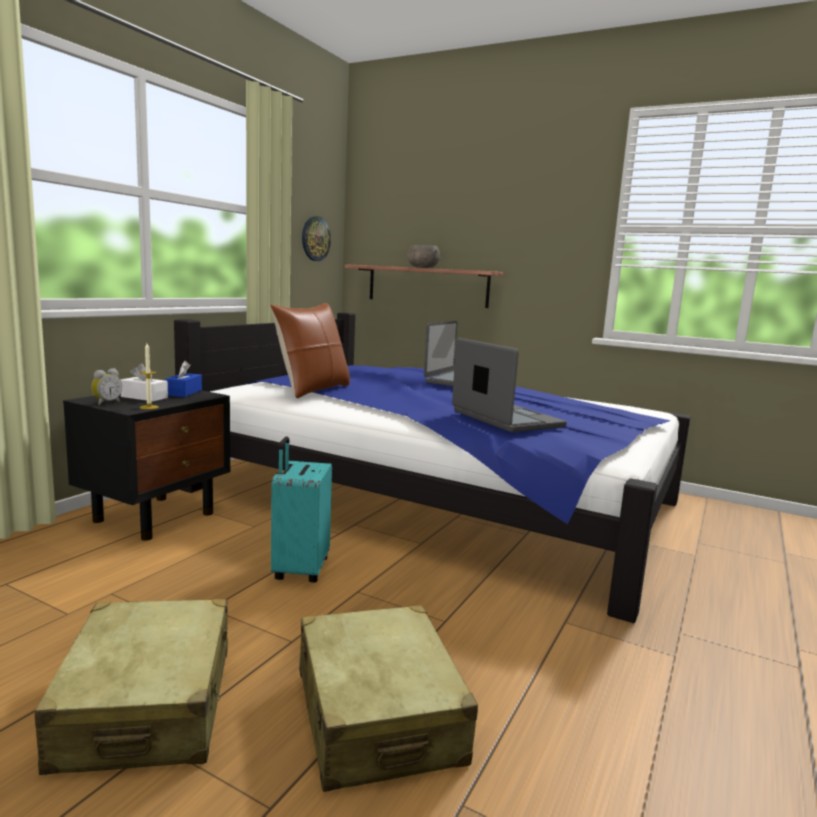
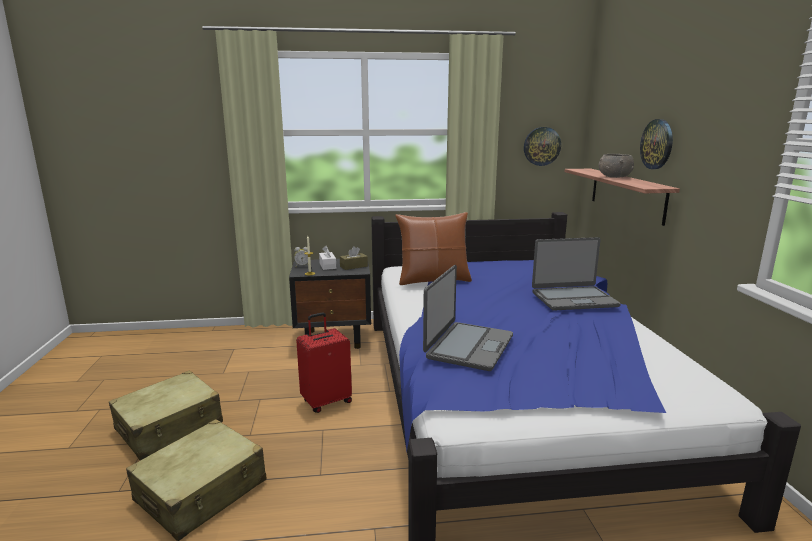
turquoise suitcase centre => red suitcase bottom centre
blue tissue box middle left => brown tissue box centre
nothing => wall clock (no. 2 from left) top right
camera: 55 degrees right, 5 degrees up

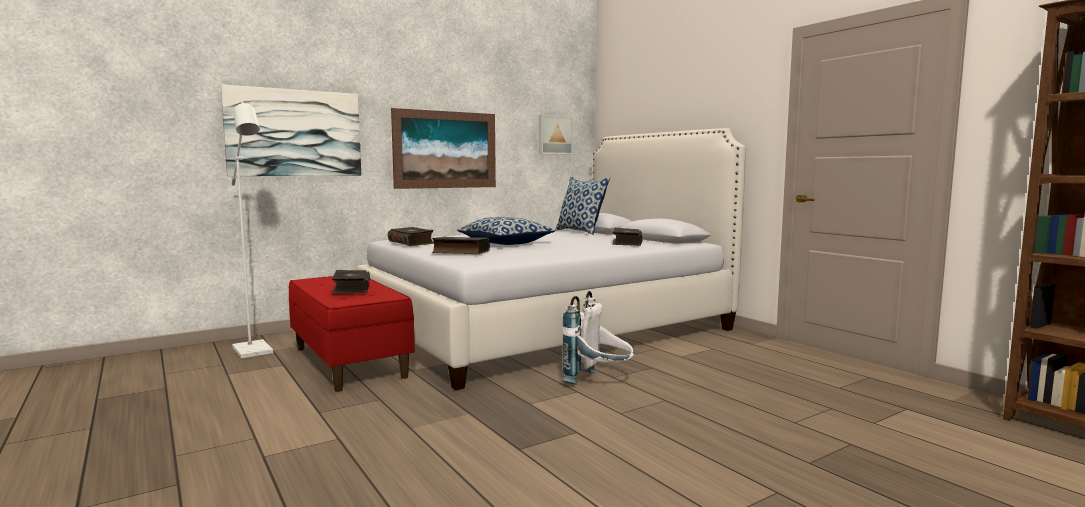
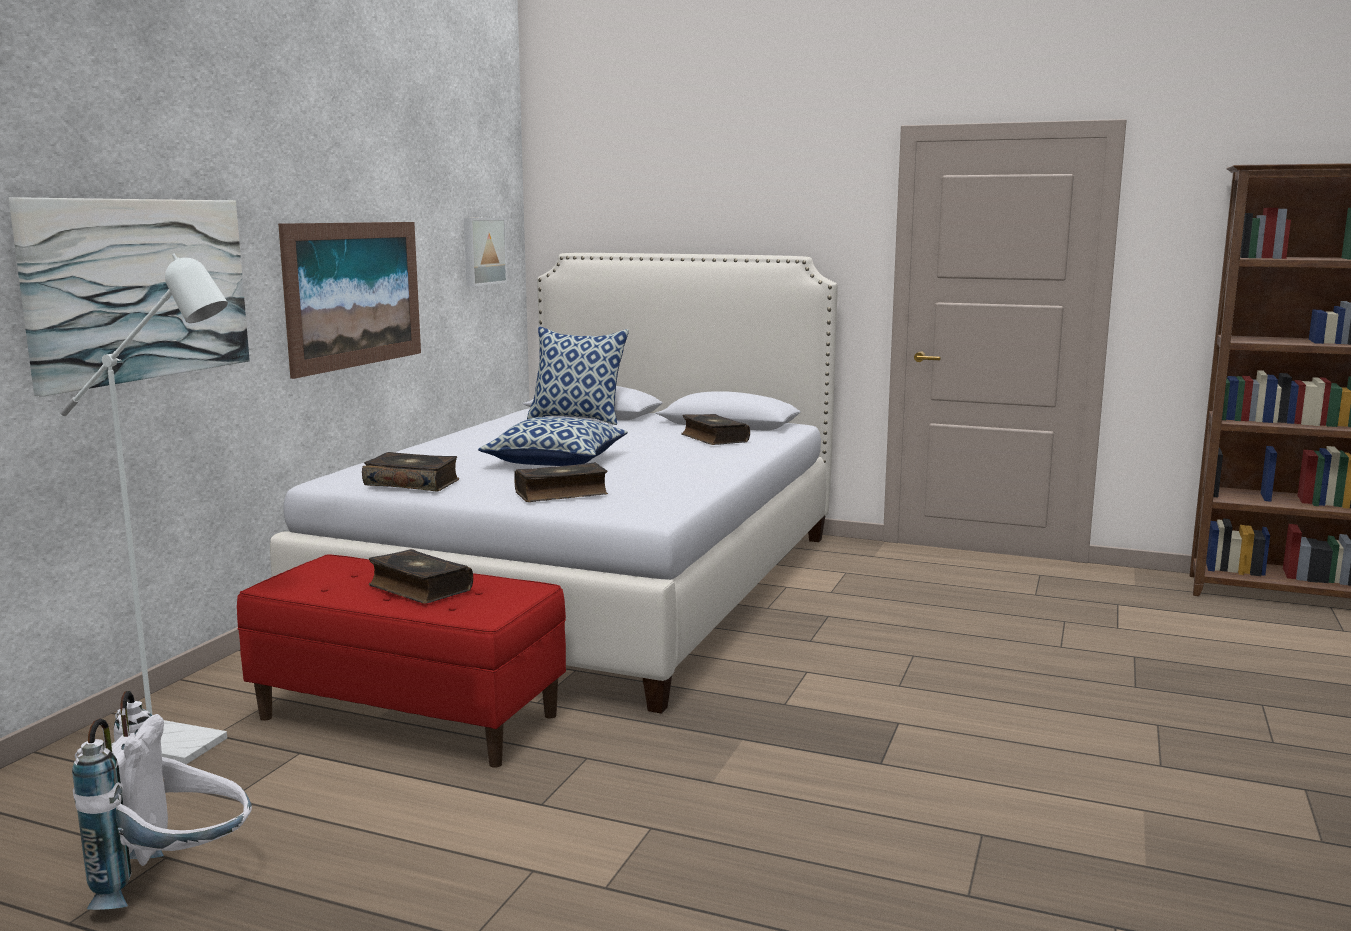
white backpack bottom centre => white backpack bottom left, shifted
camera: 35 degrees left, 5 degrees up

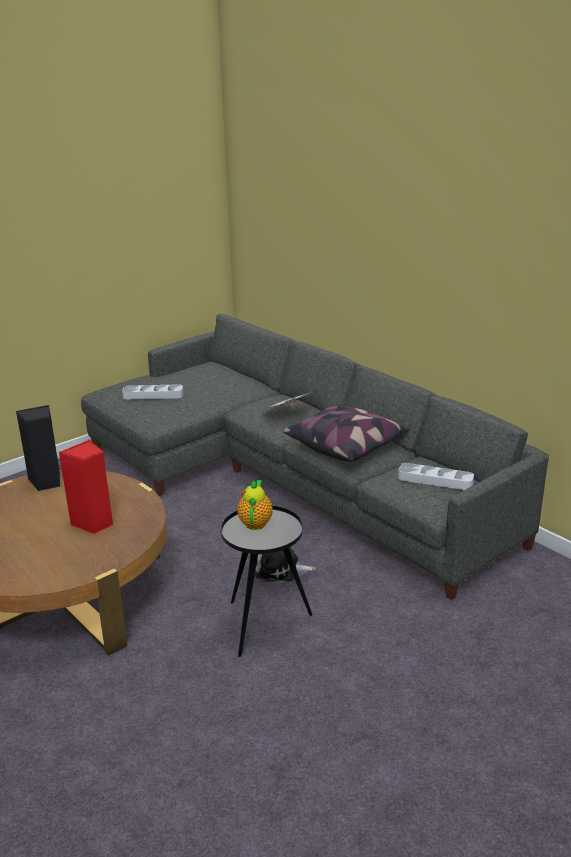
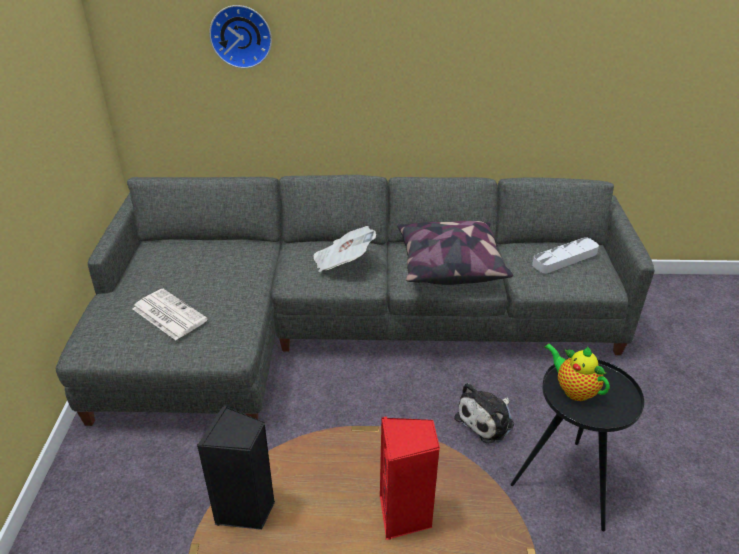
grey tray (no. 1 from left) middle left => newspaper (no. 1 from left) middle left
nothing => wall clock top left
camera: 50 degrees left, 10 degrees up

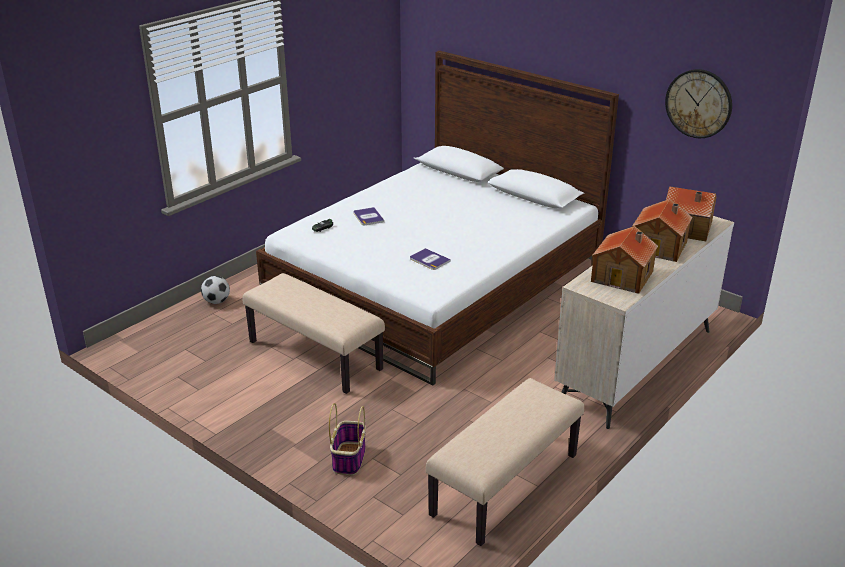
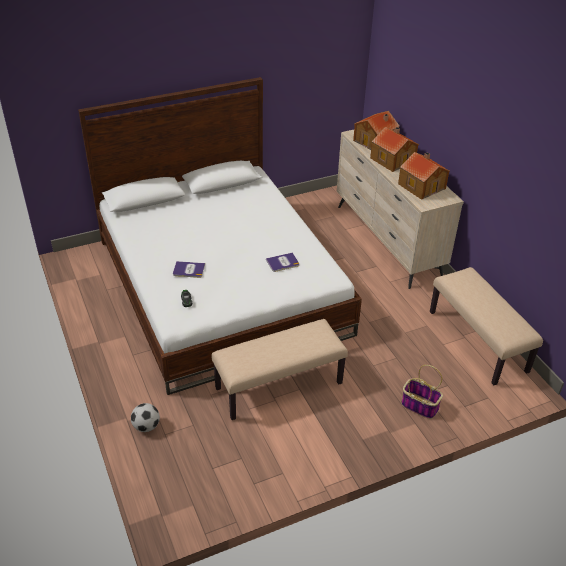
wall clock top right => nothing
camera: 65 degrees left, 10 degrees up

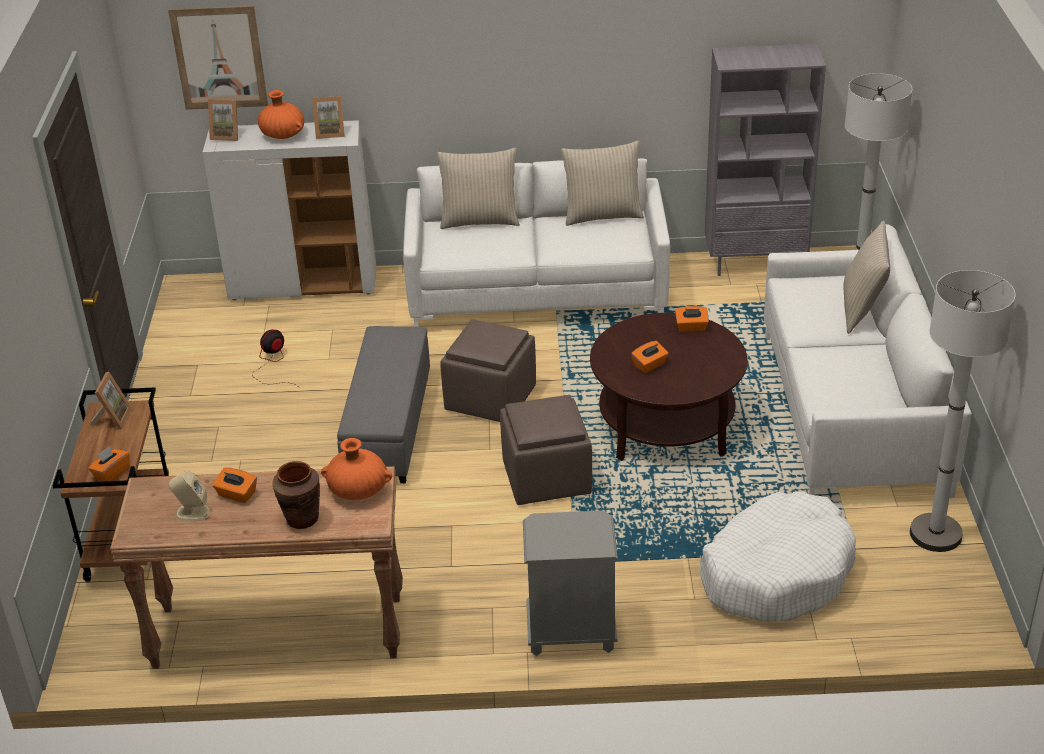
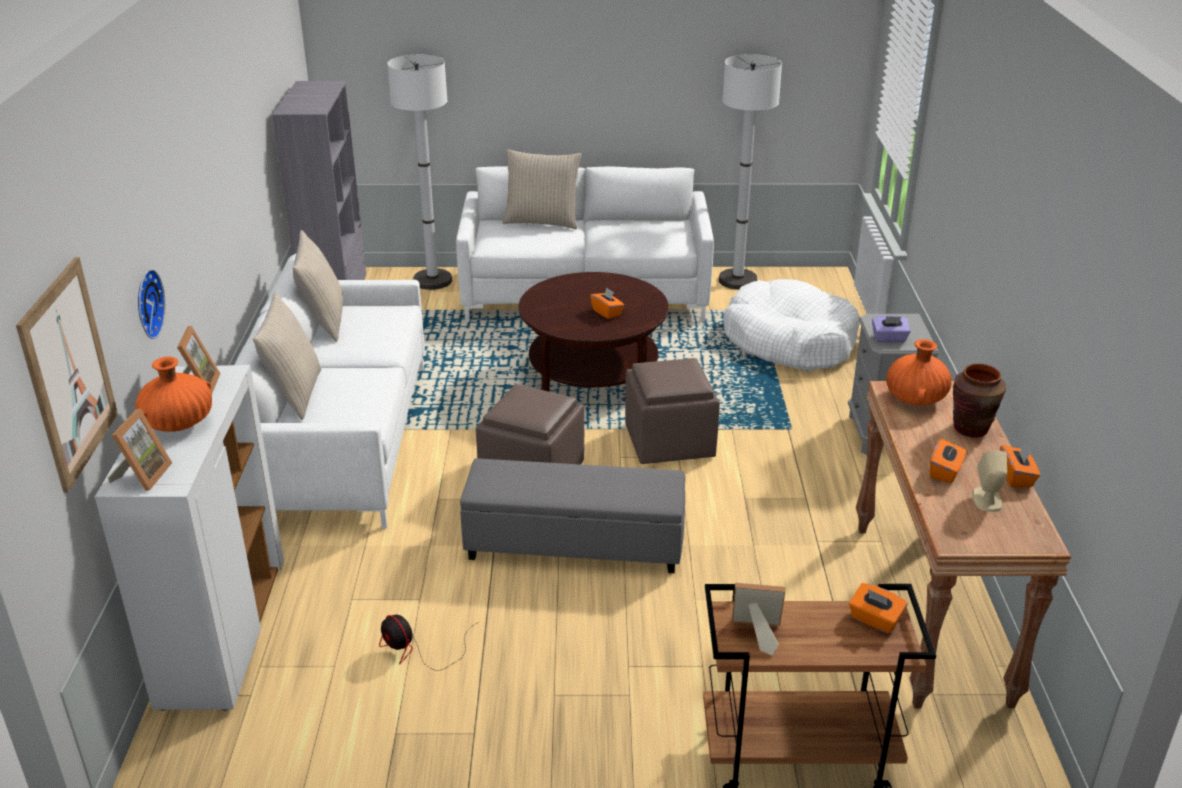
nothing => wall clock middle left
nothing => purple tissue box middle right
orange tissue box (no. 4 from left) centre => orange tissue box (no. 4 from left) middle right, shifted
camera: 90 degrees left, 5 degrees down

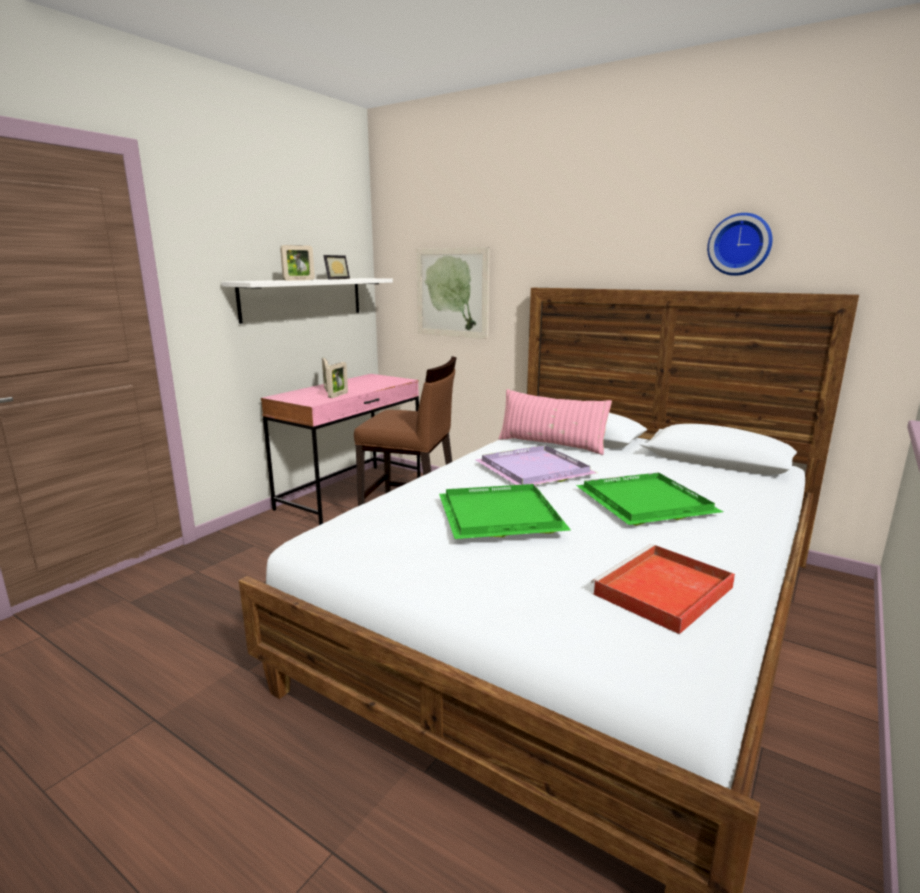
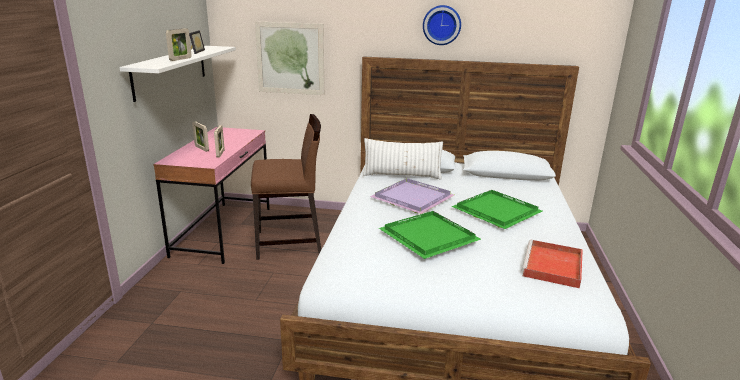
pink pillow centre => white pillow centre
wall clock top right => wall clock top centre, shifted
camera: 25 degrees left, 5 degrees up

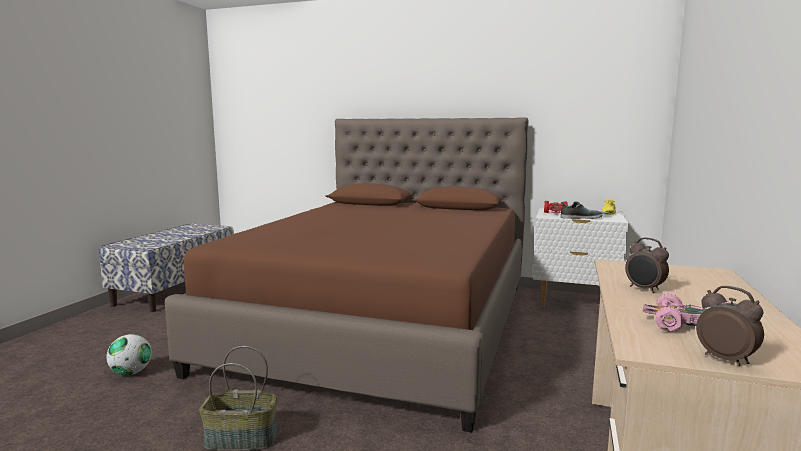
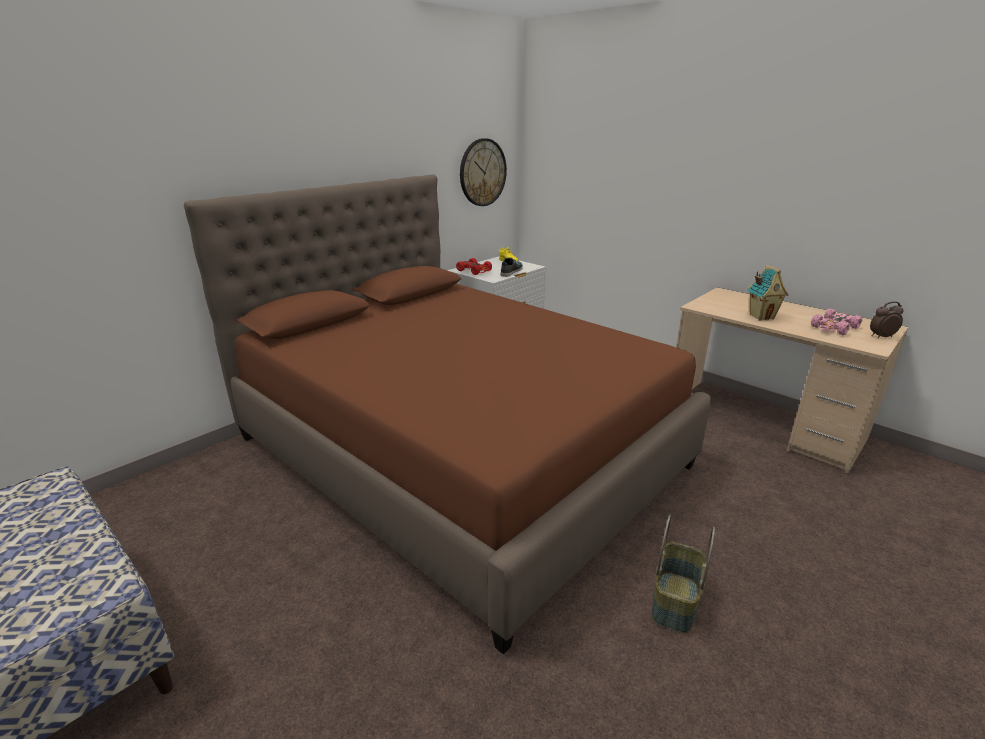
nothing => wall clock top centre
alarm clock (no. 1 from left) middle right => toy house middle right
football bottom left => nothing
camera: 65 degrees left, 15 degrees up

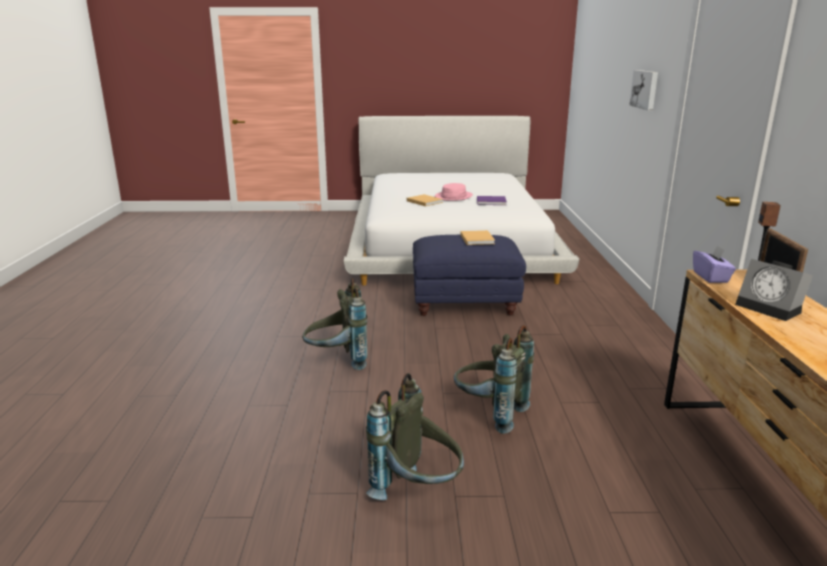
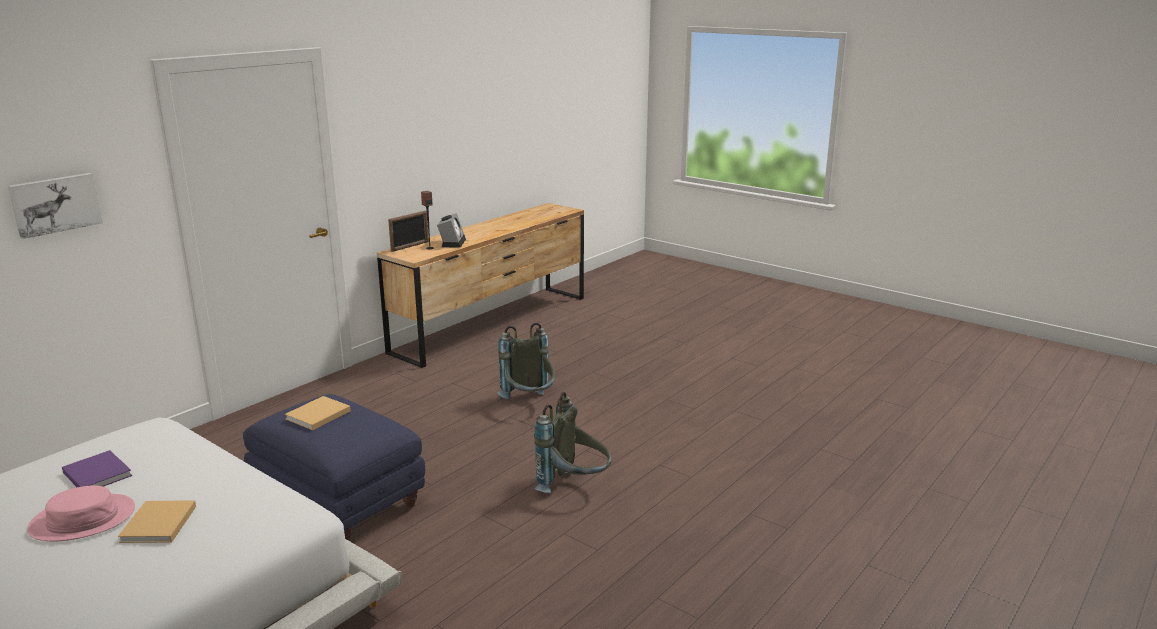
grey backpack (no. 2 from left) bottom centre => nothing
purple tissue box middle right => nothing
camera: 140 degrees left, 0 degrees up

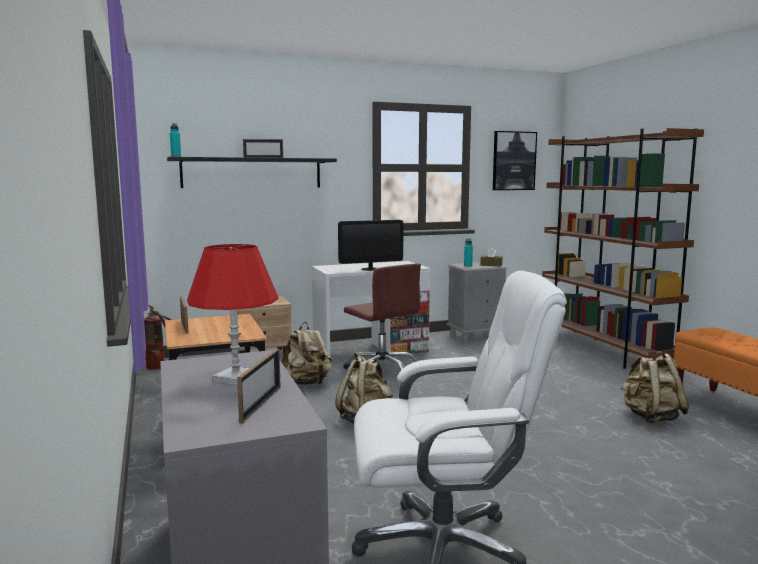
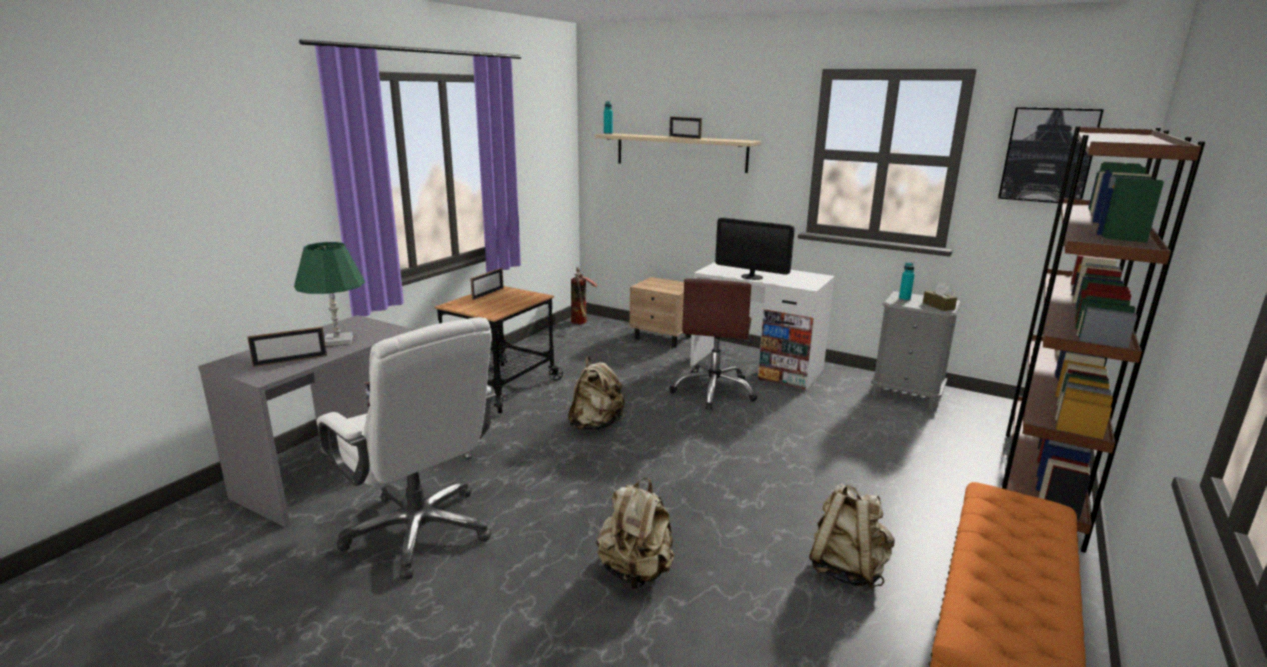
red table lamp middle left => green table lamp middle left
black shelf top left => beige shelf top centre
beige backpack (no. 1 from left in the first image) centre => beige backpack (no. 2 from left) bottom centre, shifted
camera: 50 degrees right, 10 degrees up

